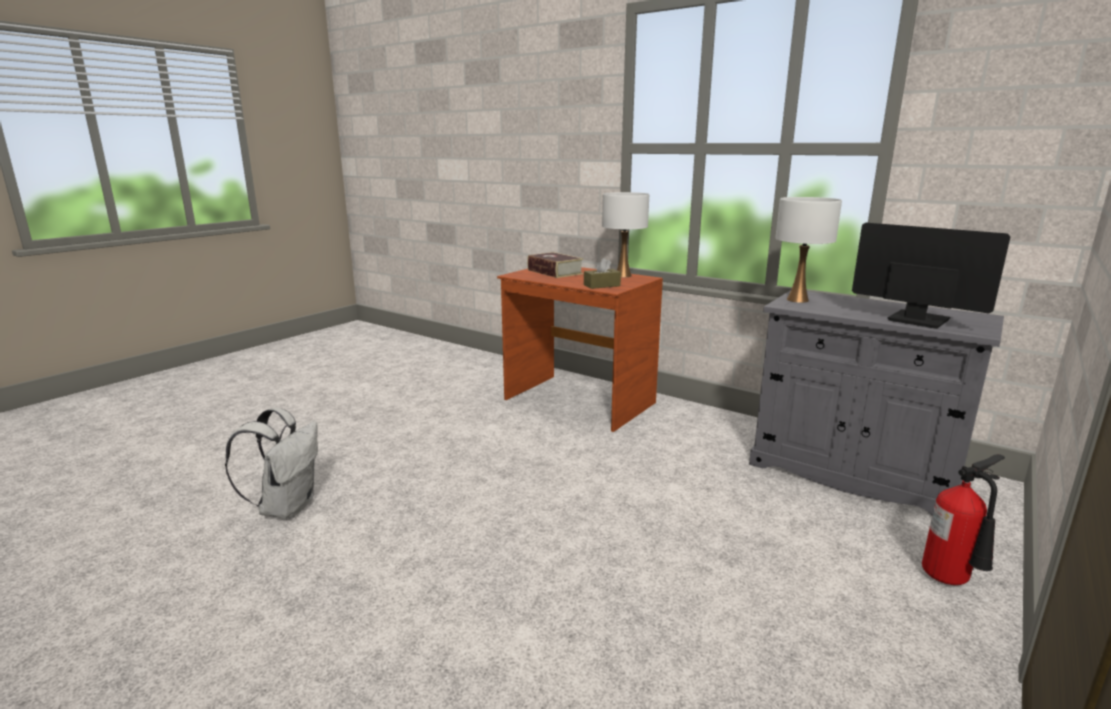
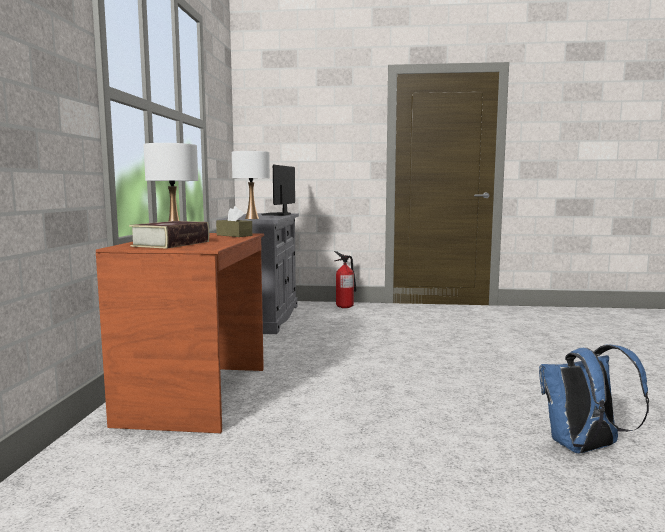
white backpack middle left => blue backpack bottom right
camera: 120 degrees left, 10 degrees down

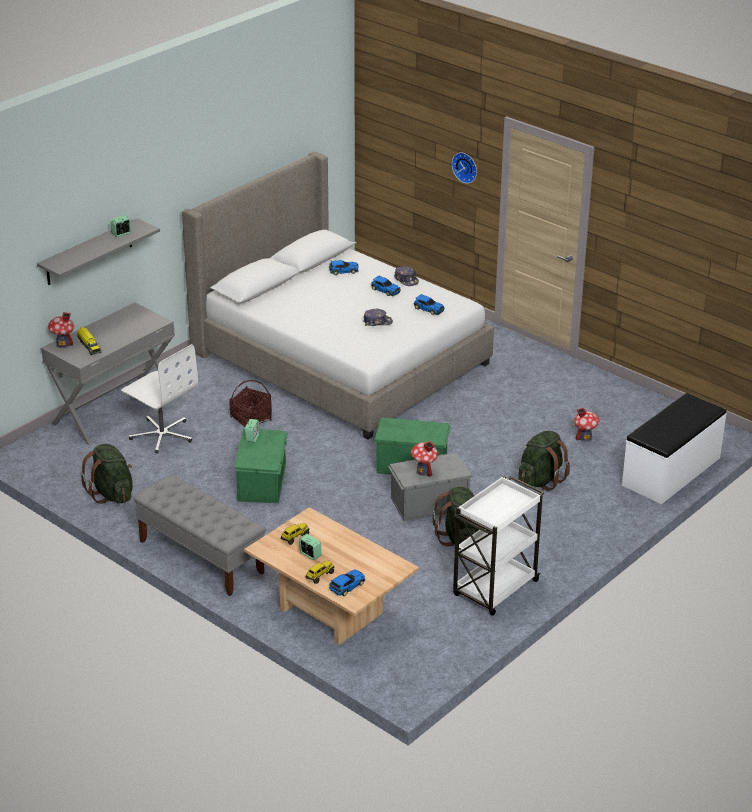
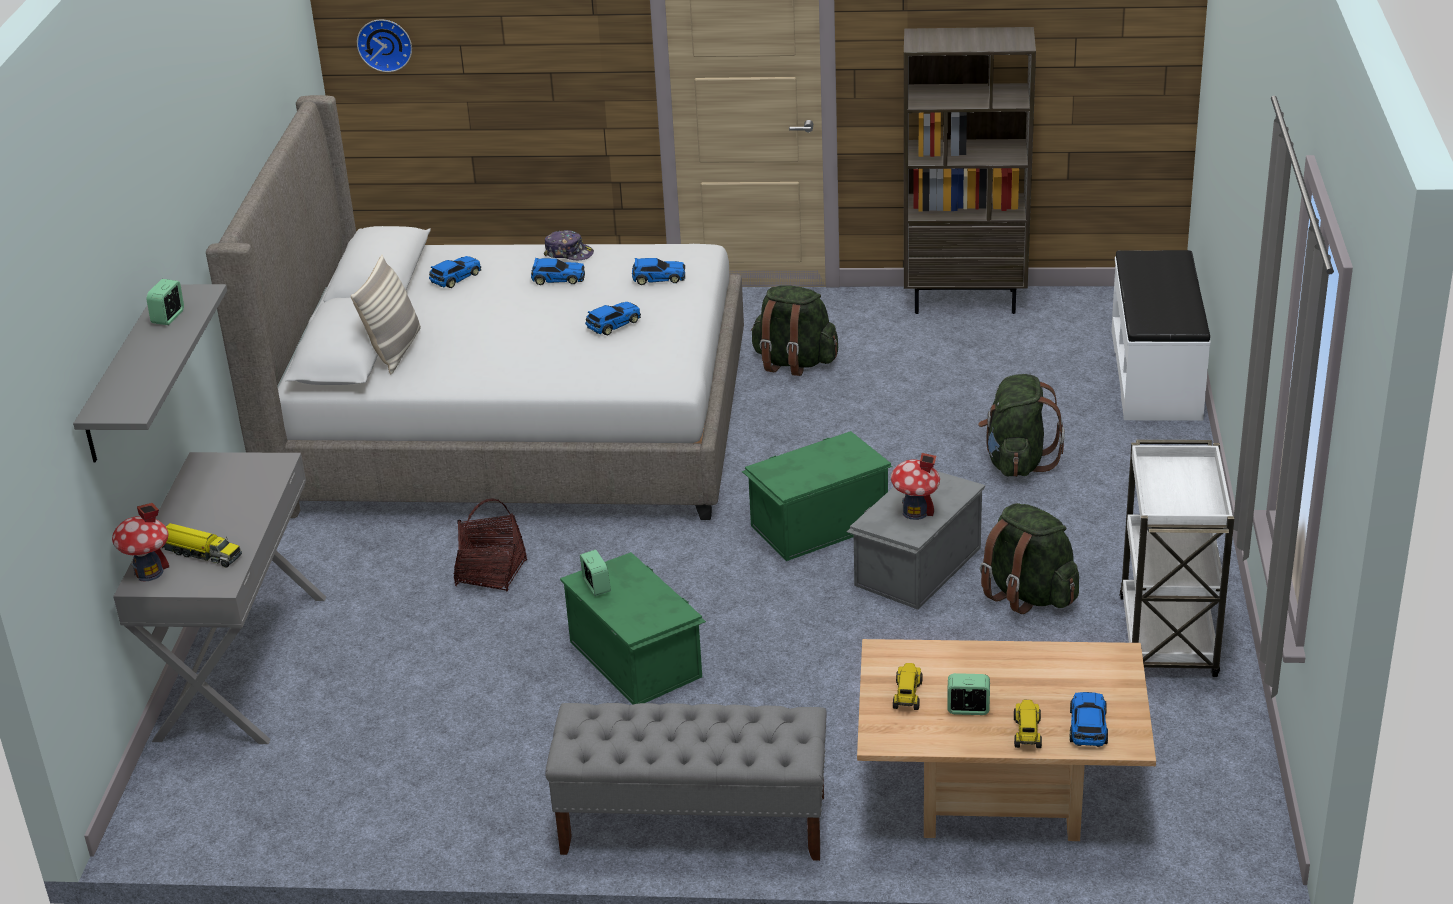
nothing => pillow middle left
wall clock top centre => wall clock top left, shifted
cap (no. 1 from left) centre => toy car (no. 3 from left) centre
green backpack (no. 1 from left) middle left => green backpack (no. 1 from left) centre, shifted
nothing => brown bookcase top right
white office chair middle left => nothing
toy house (no. 3 from left) middle right => nothing
camera: 35 degrees left, 0 degrees up

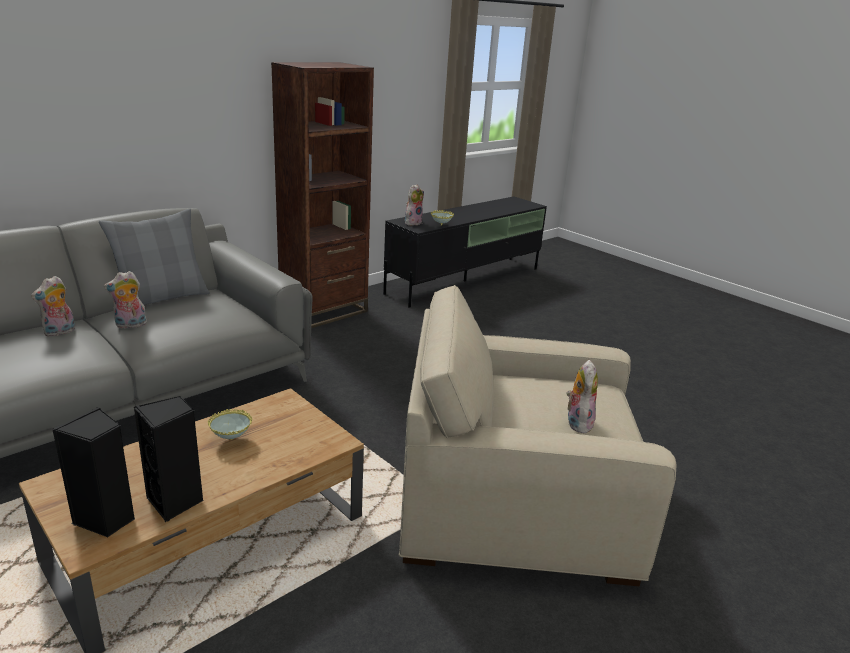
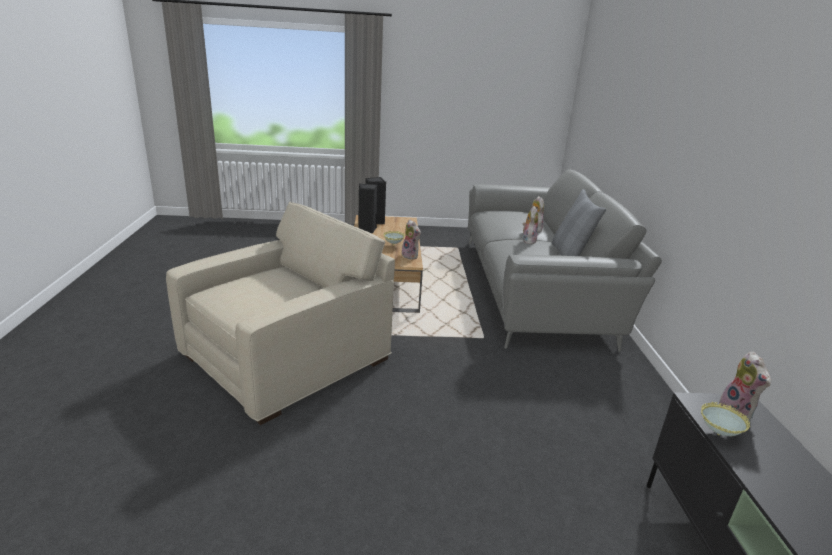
plush toy (no. 4 from left in the first image) middle right => plush toy (no. 1 from left) centre, shifted
brown bookcase top centre => nothing
camera: 130 degrees right, 0 degrees up

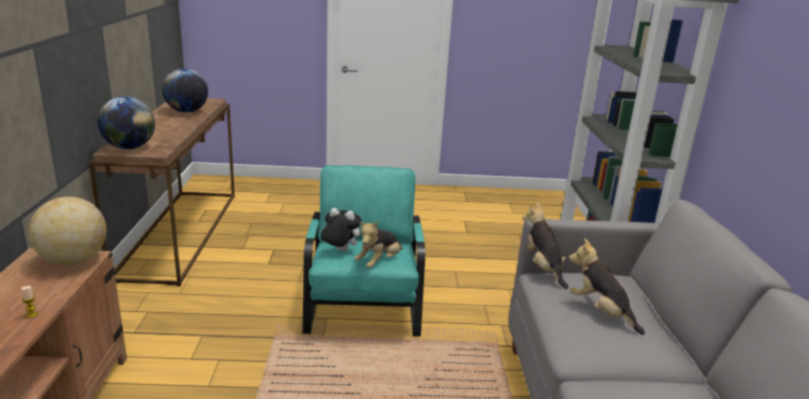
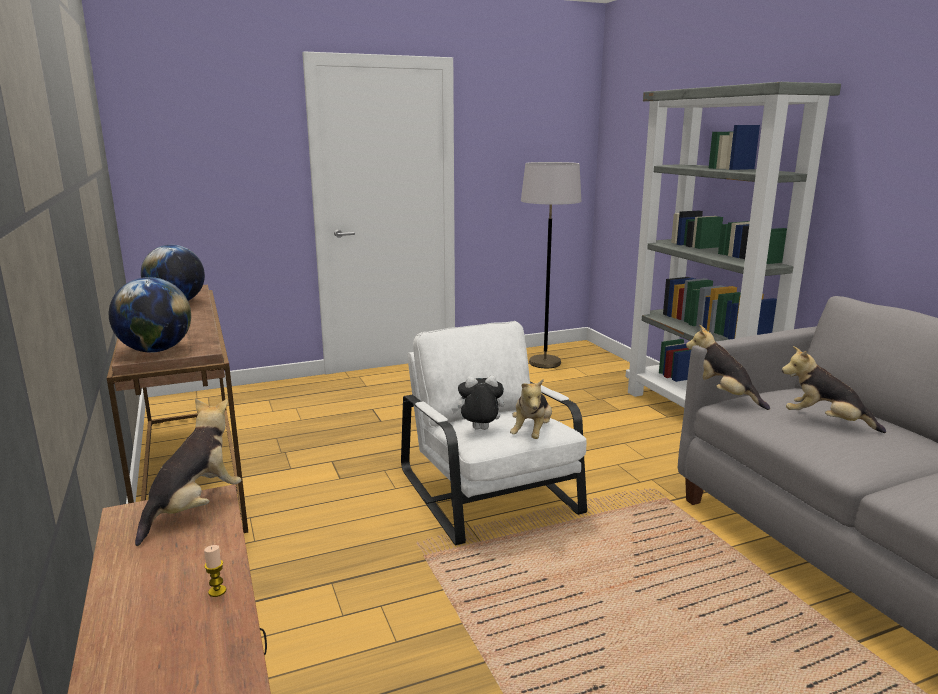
globe (no. 1 from left) middle left => plush toy (no. 1 from left) bottom left
turquoise armchair centre => white armchair centre
nothing => grey floor lamp centre
camera: 20 degrees left, 5 degrees down

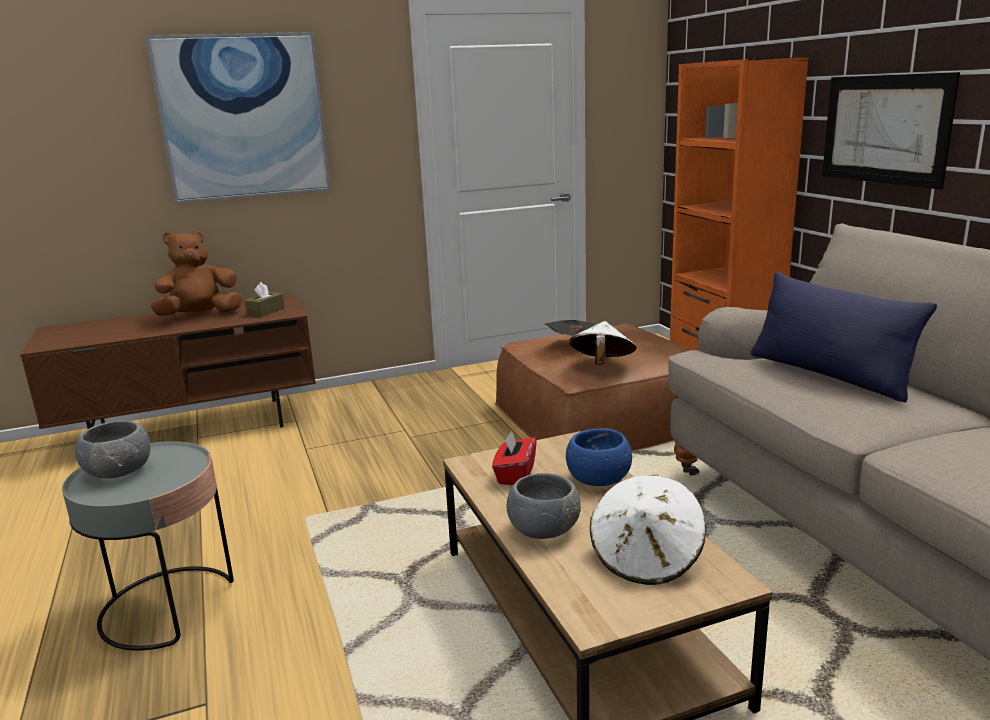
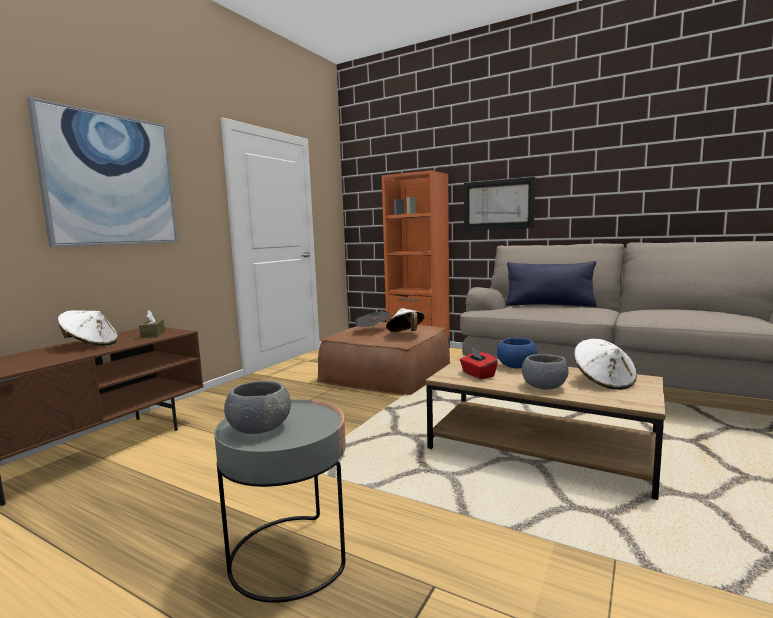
brown plush toy middle left => white hat (no. 1 from left) middle left
camera: 40 degrees left, 10 degrees down

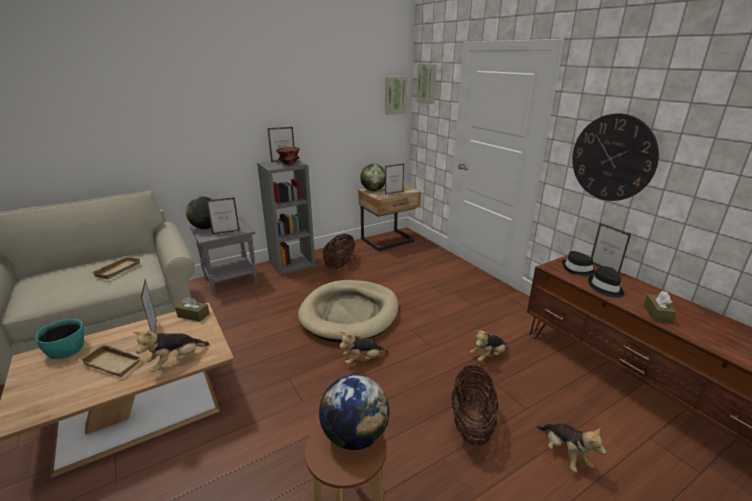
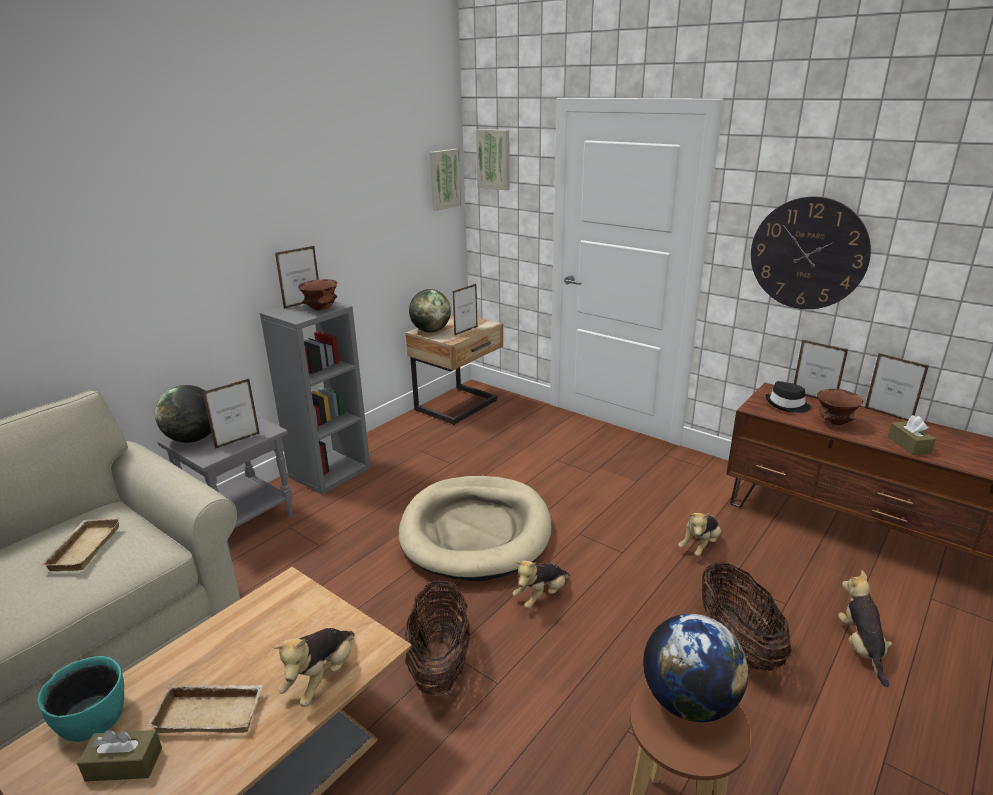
brown tissue box (no. 1 from left) middle left => brown tissue box (no. 1 from left) bottom left, shifted
basket (no. 1 from left) centre => basket (no. 1 from left) bottom centre, shifted
black hat (no. 2 from left) middle right => brown bowl (no. 2 from left) middle right
plush toy (no. 4 from left) bottom right, 135 degrees counterclockwise
picture frame (no. 1 from left in the first image) middle left => picture frame (no. 5 from left) middle right, shifted
camera: 20 degrees left, 0 degrees up

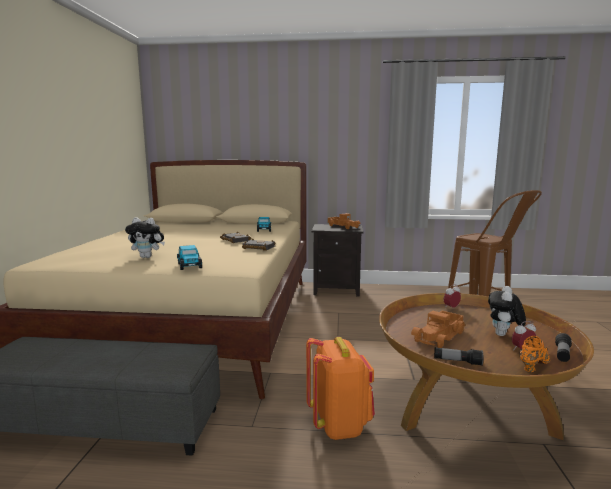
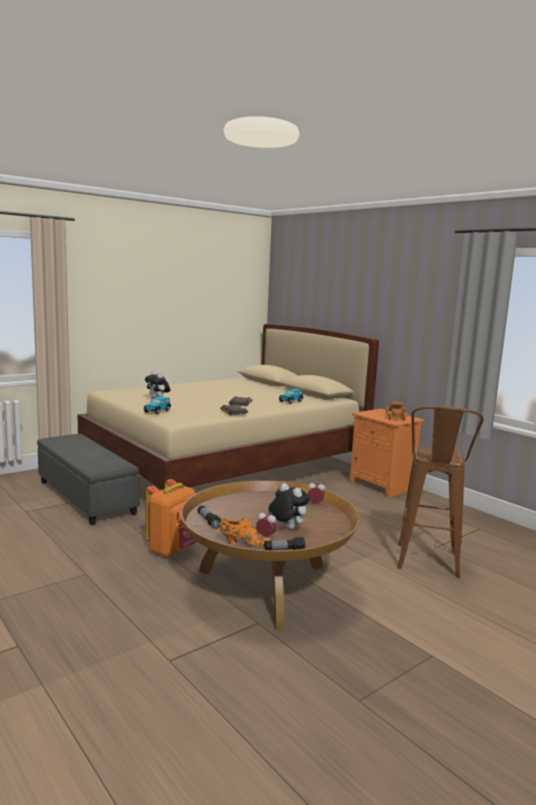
plush toy (no. 2 from left) middle right => plush toy (no. 2 from left) centre, 60 degrees clockwise
black nightstand centre => orange nightstand middle right
toy truck (no. 2 from left) bottom right => nothing
camera: 45 degrees right, 0 degrees up

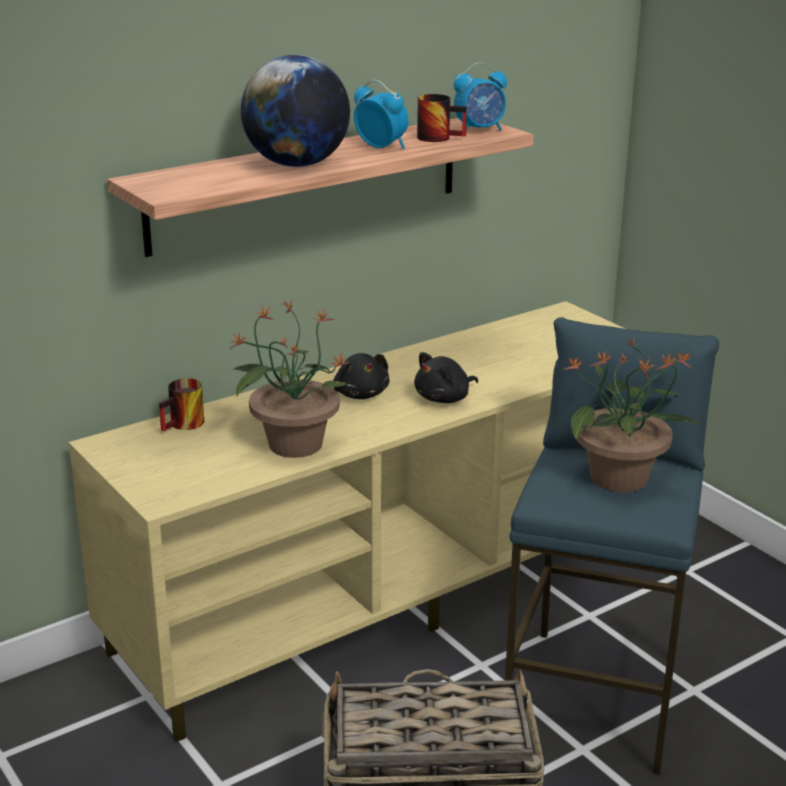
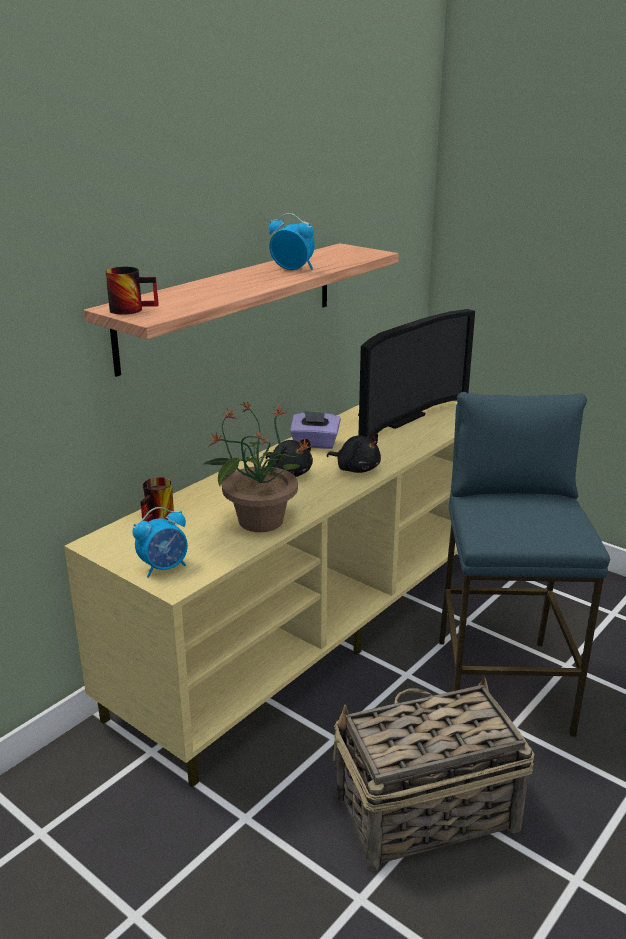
mug (no. 2 from left in the first image) top centre => mug (no. 1 from left) top left, shifted
alarm clock (no. 2 from left in the first image) top centre => alarm clock (no. 1 from left) middle left, shifted
nothing => purple tissue box centre
black plush toy (no. 2 from left) centre, 90 degrees counterclockwise
nothing => television centre
globe top centre => nothing
potted plant (no. 2 from left) middle right => nothing
camera: 15 degrees left, 0 degrees up

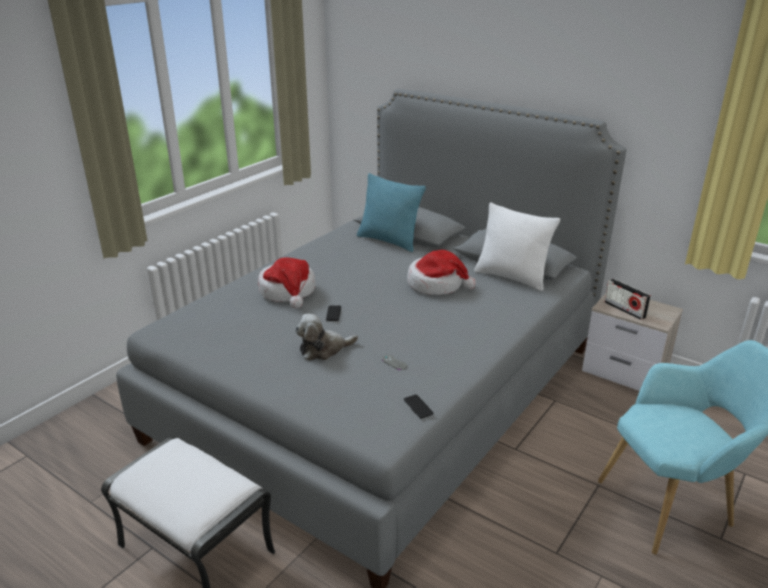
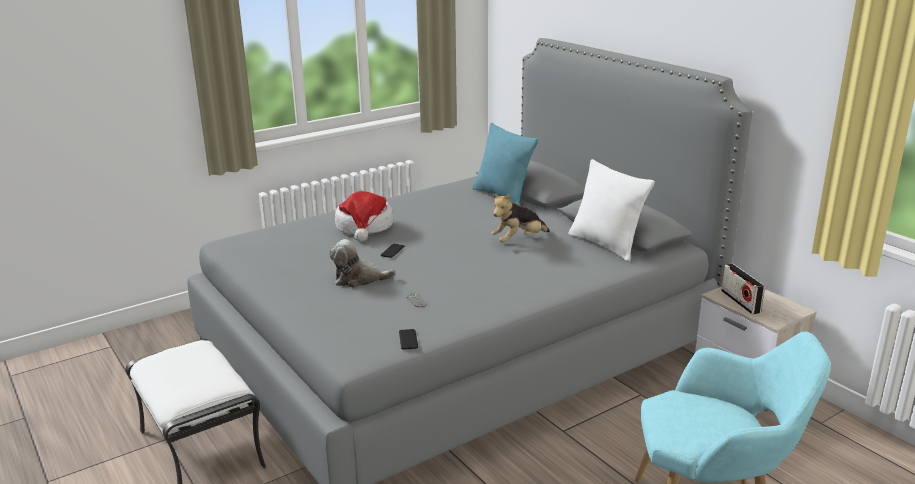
hat (no. 2 from left) centre => plush toy (no. 2 from left) centre
camera: 20 degrees right, 5 degrees down

